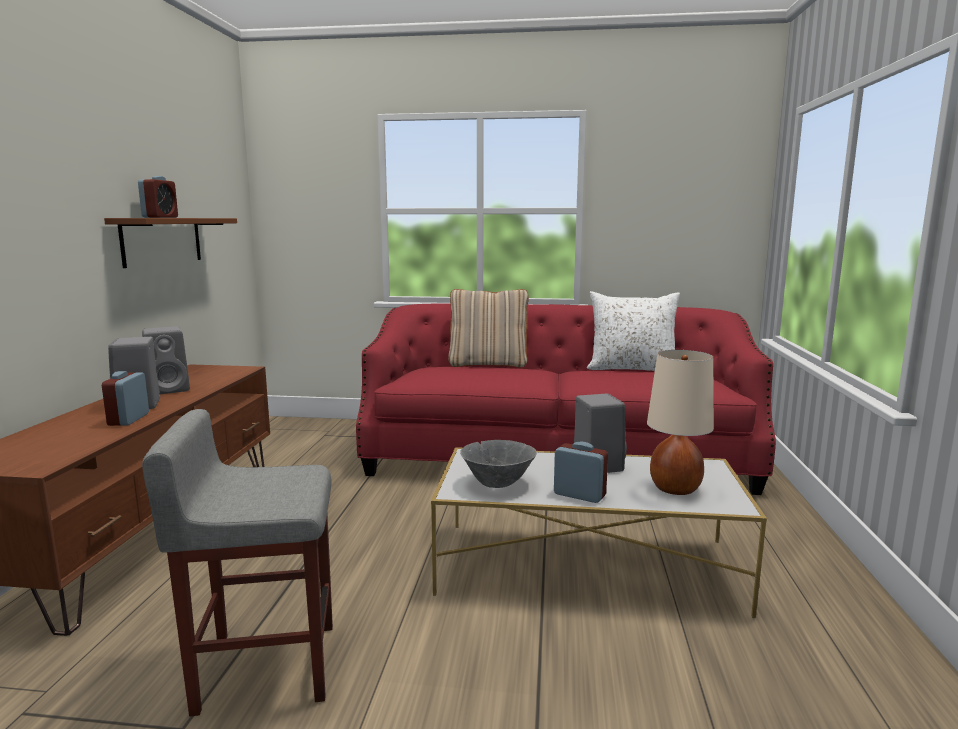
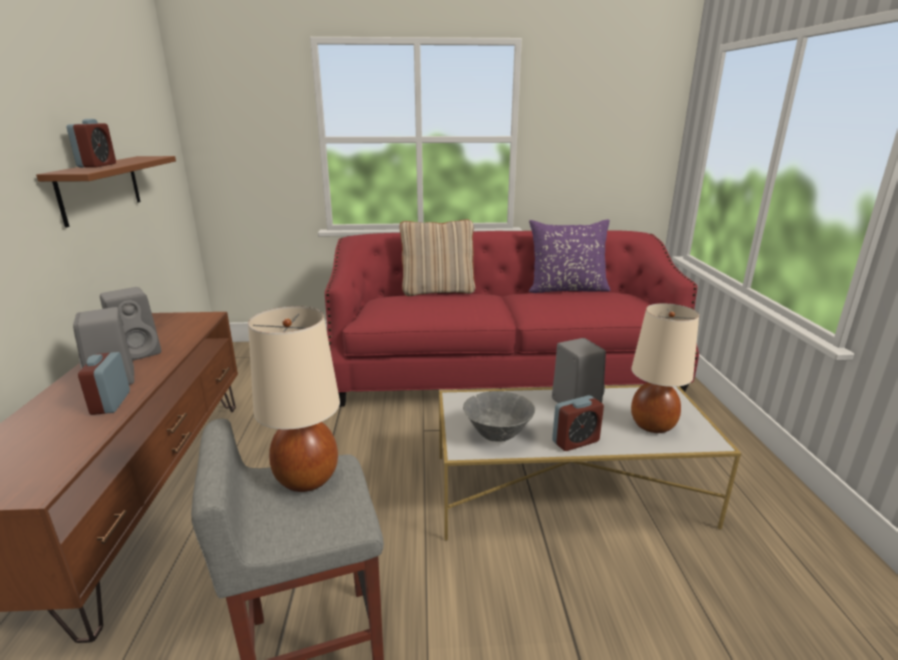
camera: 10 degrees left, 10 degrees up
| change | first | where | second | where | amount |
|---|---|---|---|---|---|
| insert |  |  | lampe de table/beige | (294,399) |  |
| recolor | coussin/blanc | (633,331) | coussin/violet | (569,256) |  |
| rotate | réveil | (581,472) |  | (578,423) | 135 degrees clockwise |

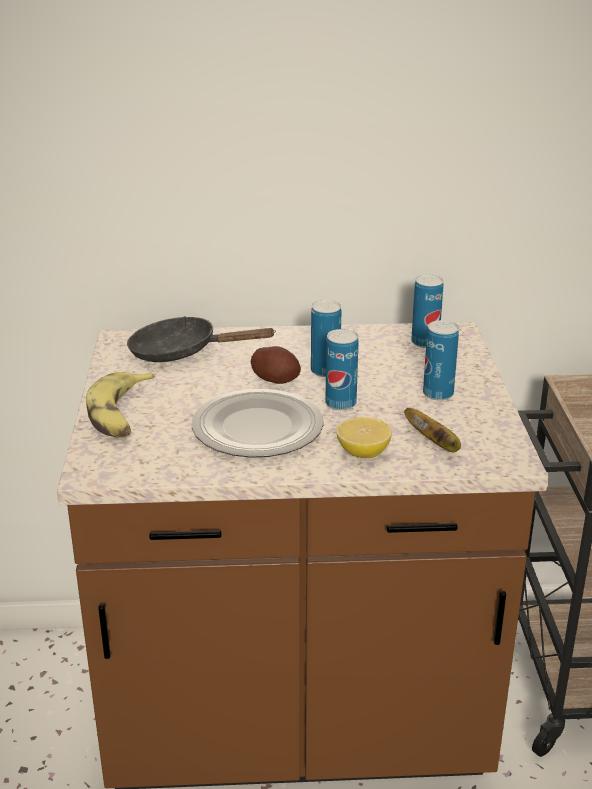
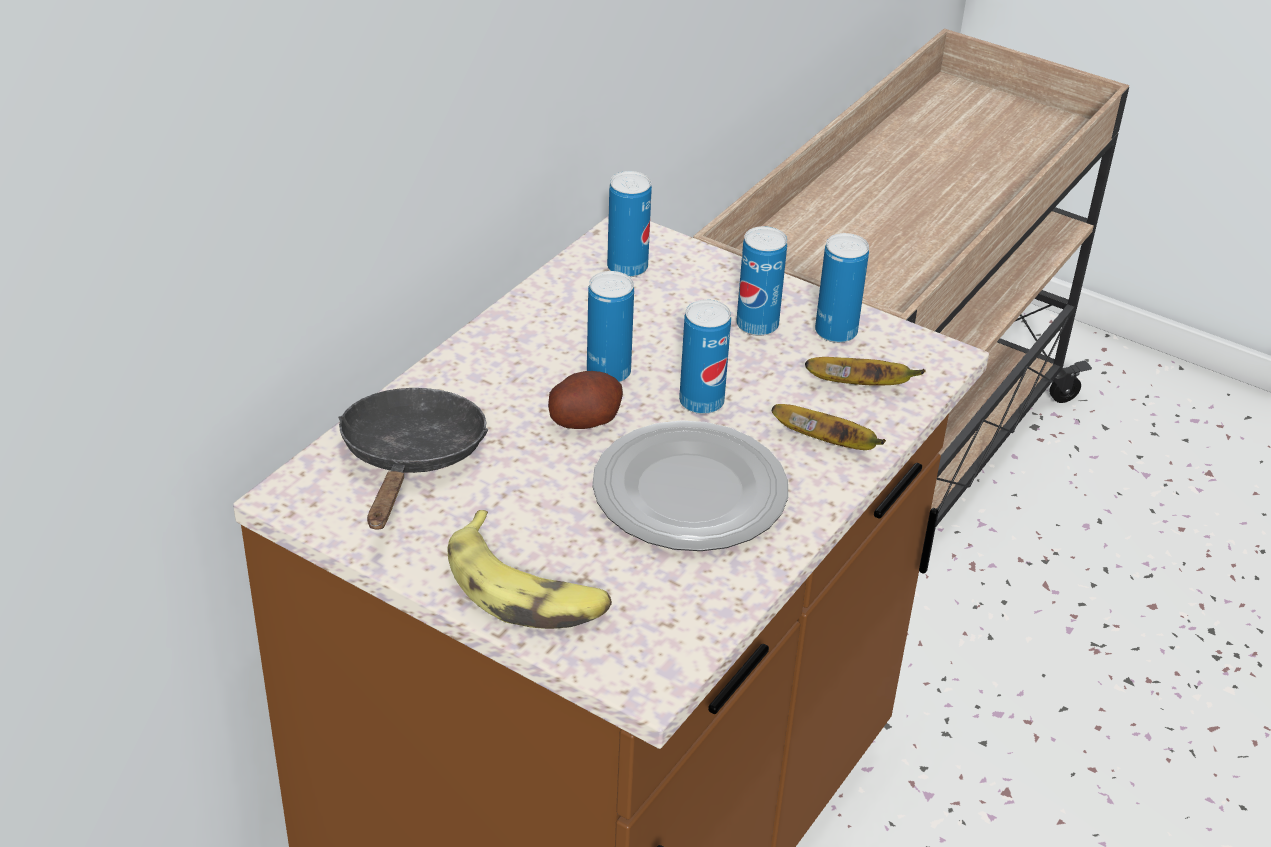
camera: 55 degrees left, 10 degrees up
| change | first | where | second | where | amount |
|---|---|---|---|---|---|
| insert |  |  | boîte métallique | (842,288) |  |
| replace | citron | (364,437) | banane | (829,427) |  |
| rotate | poêle/noir | (201,339) |  | (413,459) | 135 degrees clockwise |

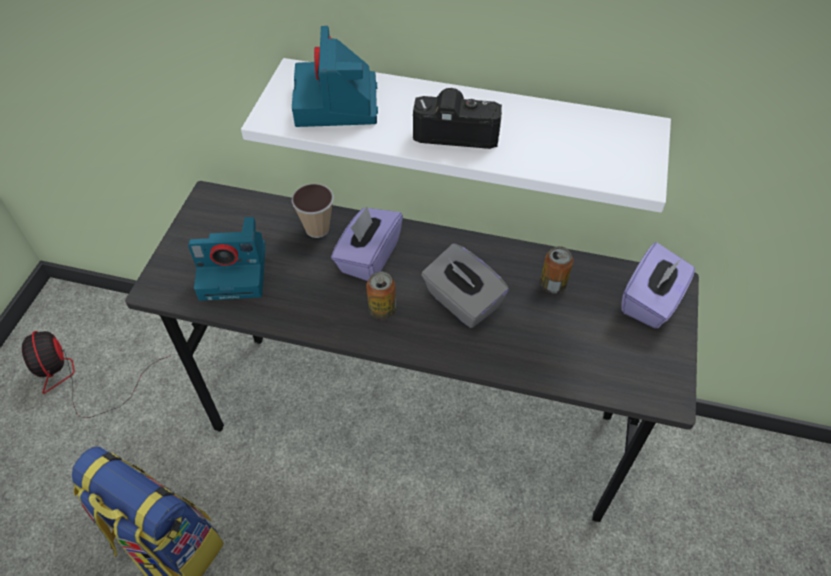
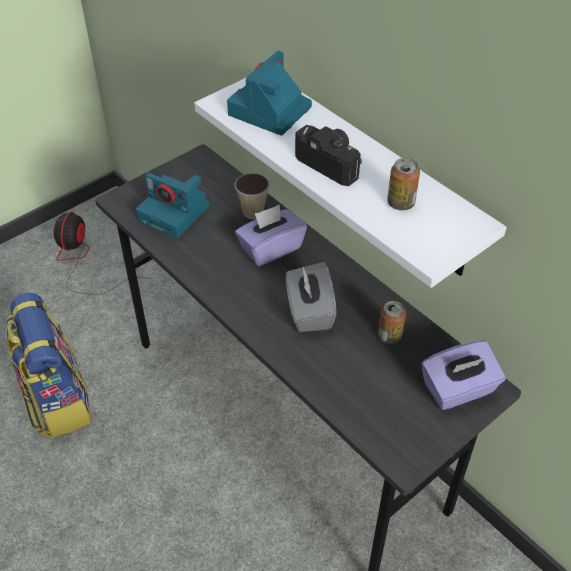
camera: 35 degrees right, 5 degrees down
| change | first | where | second | where | amount |
|---|---|---|---|---|---|
| move | boîte métallique | (381,295) |  | (403,184) |  |

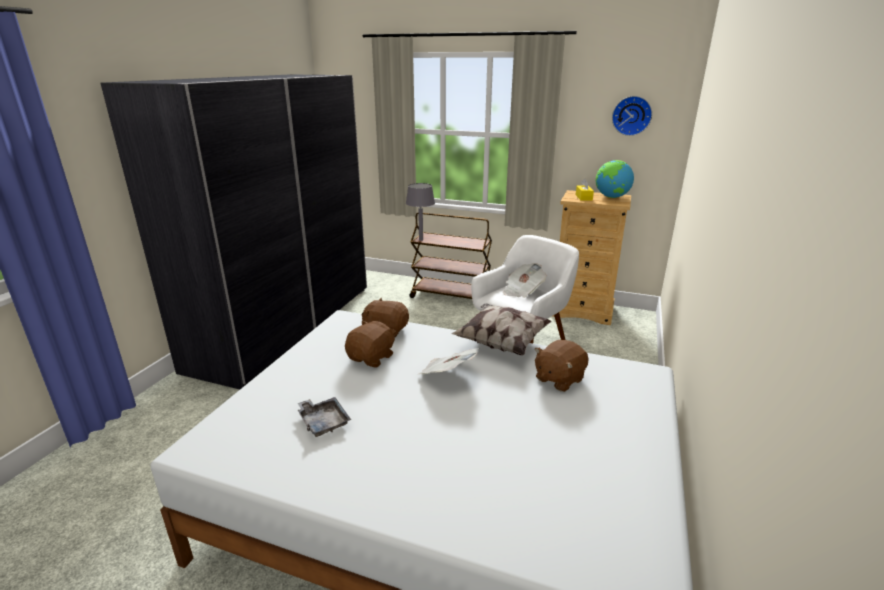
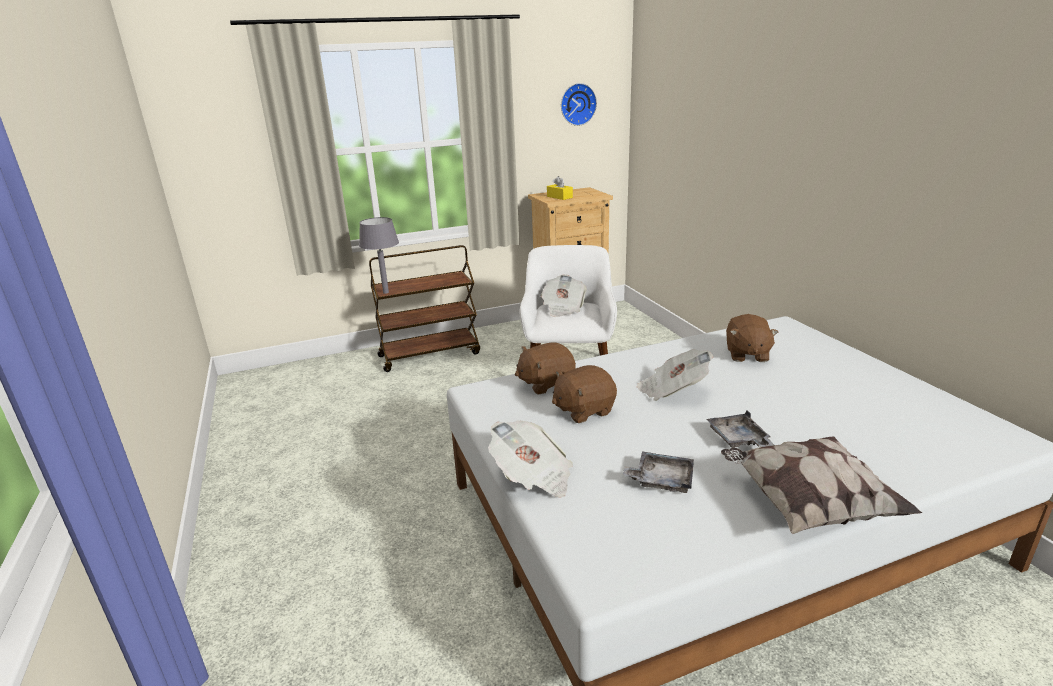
camera: 40 degrees left, 0 degrees up
| change | first | where | second | where | amount |
|---|---|---|---|---|---|
| delete | armoire/gris | (233,231) |  |  |  |
| delete | globe | (615,179) |  |  |  |
| insert |  |  | journal | (530,459) |  |
| insert |  |  | plateau/gris | (740,429) |  |
| move | coussin | (501,329) |  | (821,485) |  |
| rotate | peluche/marron | (370,344) |  | (584,394) | 105 degrees counterclockwise |

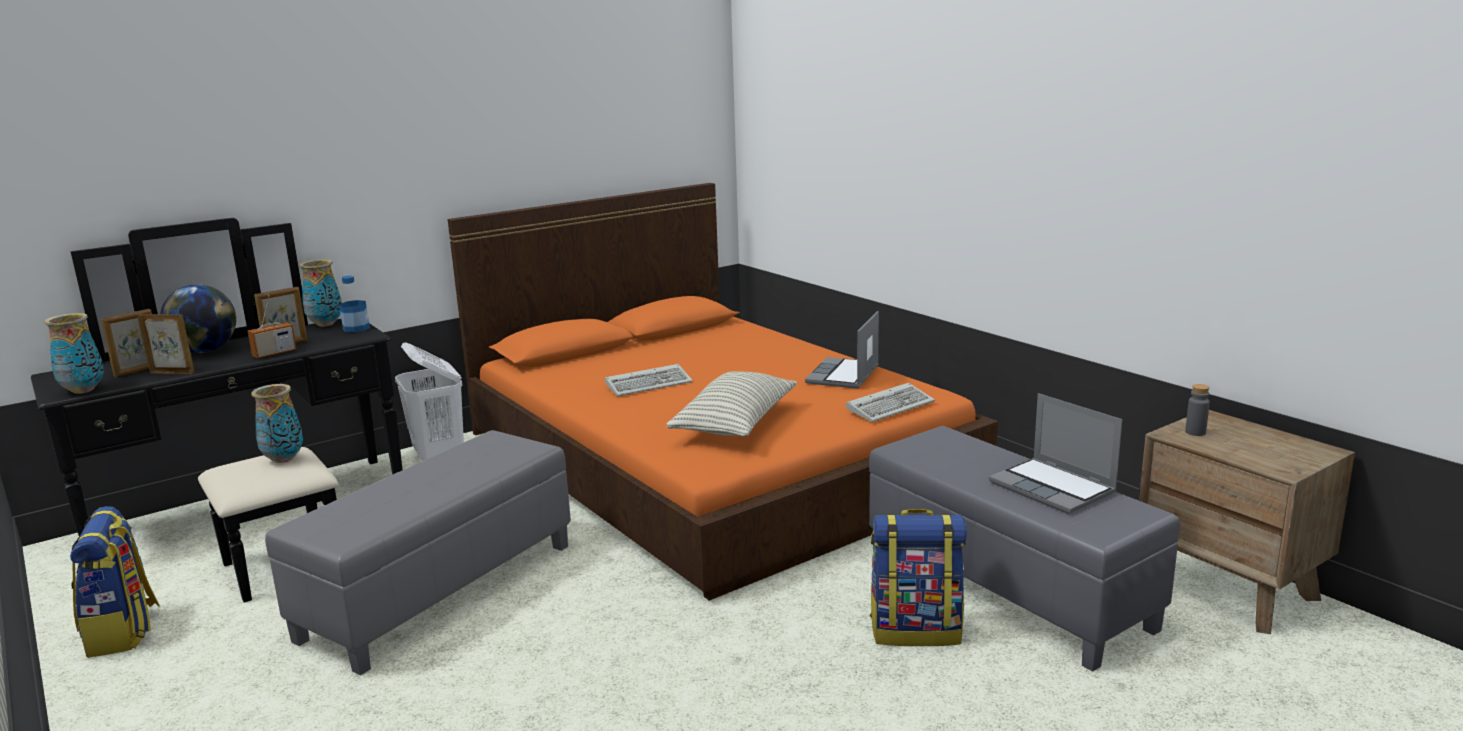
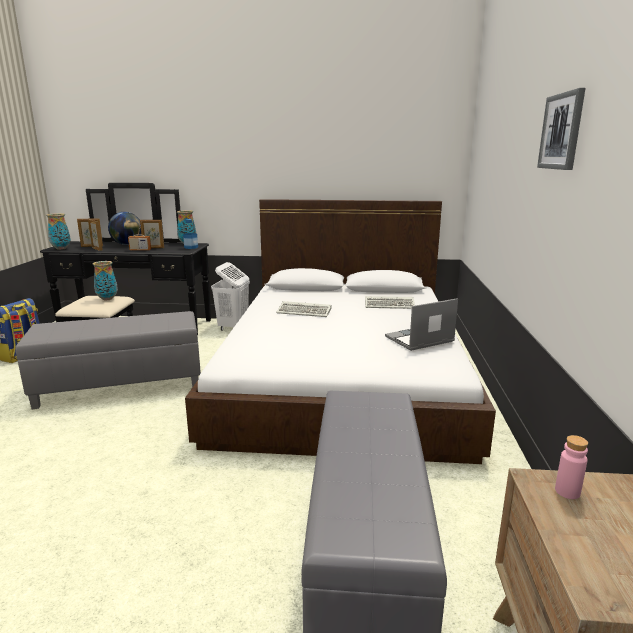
camera: 40 degrees right, 0 degrees up
| change | first | where | second | where | amount |
|---|---|---|---|---|---|
| delete | coussin | (732,404) |  |  |  |
| delete | sac à dos | (918,577) |  |  |  |
| delete | ordinateur portable | (1055,453) |  |  |  |
| insert |  |  | tableau | (561,129) |  |
| move | clavier | (890,402) |  | (390,302) |  |
| recolor | lit/orange | (723,392) | lit/blanc | (340,331) |  |
| recolor | bouteille/gris | (1197,410) | bouteille/rose | (571,467) |  |

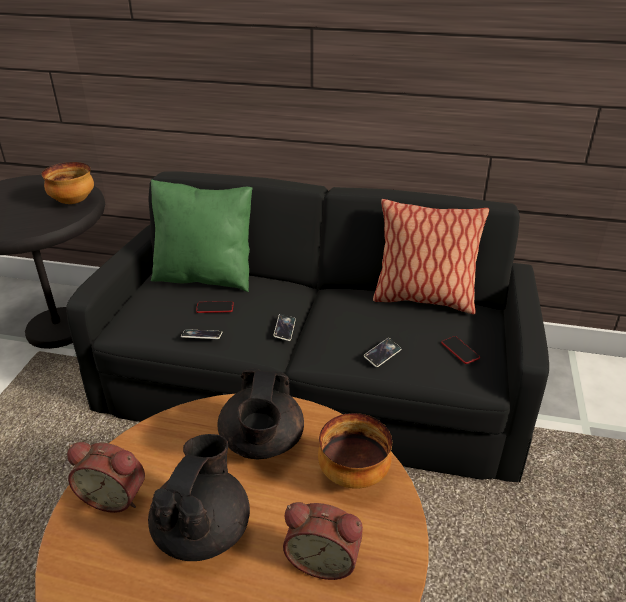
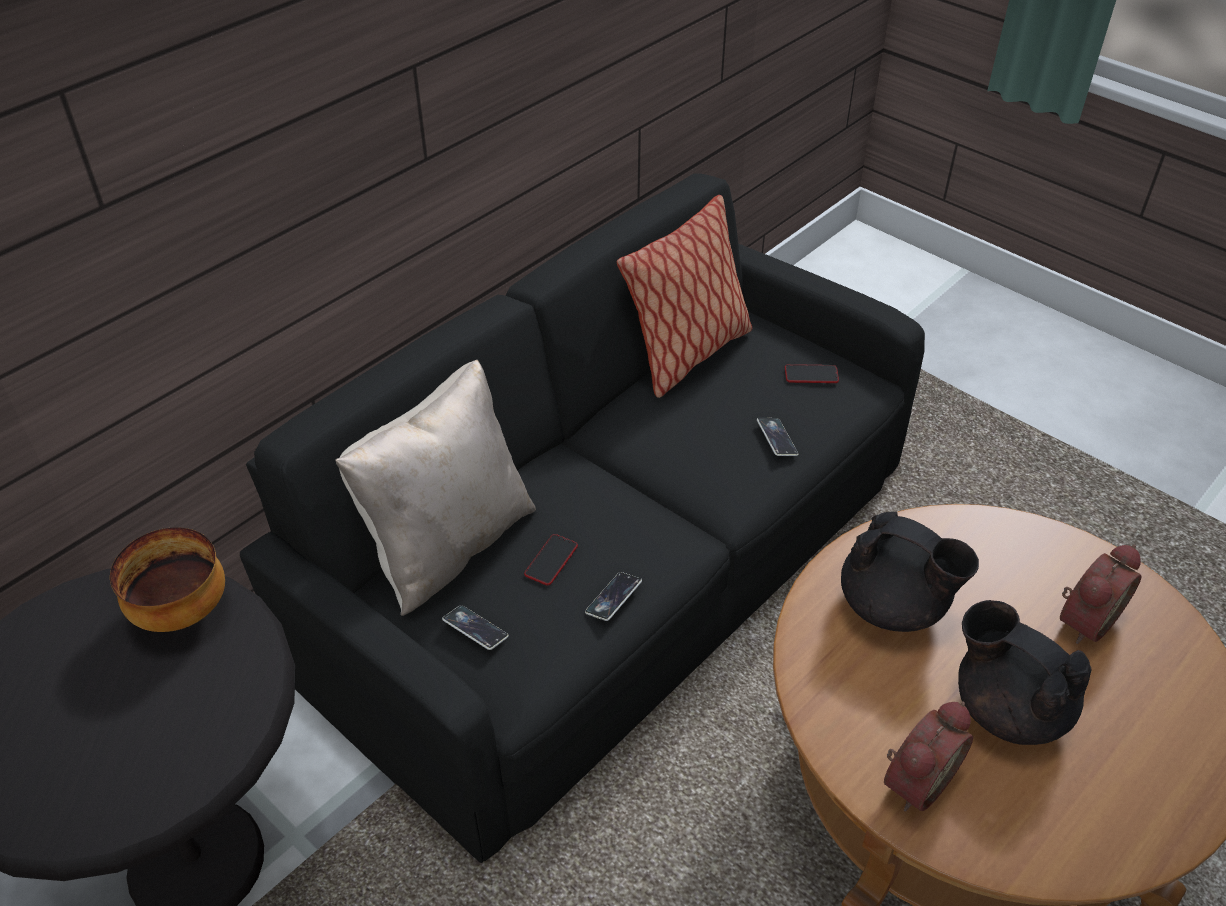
camera: 60 degrees left, 10 degrees up
| change | first | where | second | where | amount |
|---|---|---|---|---|---|
| delete | bol | (355,451) |  |  |  |
| move | téléphone | (284,327) |  | (475,627) |  |
| recolor | coussin/vert | (202,235) | coussin/beige | (435,488) |  |

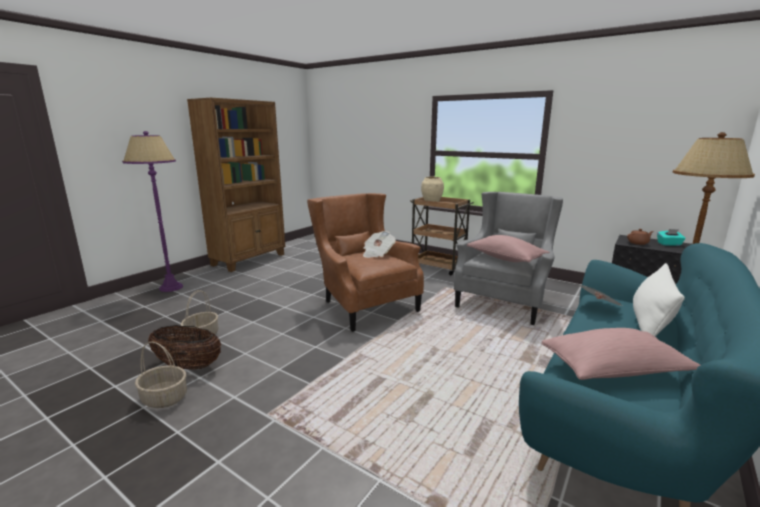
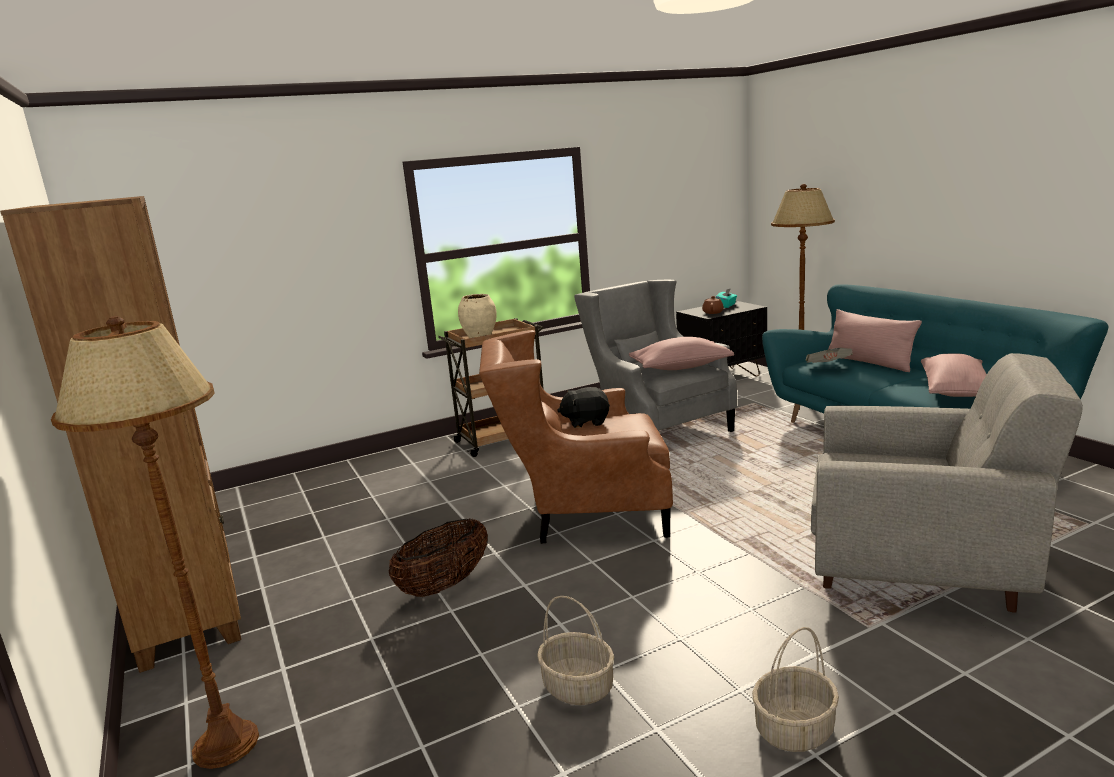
camera: 60 degrees left, 0 degrees up
| change | first | where | second | where | amount |
|---|---|---|---|---|---|
| insert |  |  | fauteuil/gris | (947,483) |  |
| move | panier | (184,347) |  | (438,558) |  |
| replace | journal | (379,244) | peluche/noir | (583,407) |  |
| recolor | lampadaire/violet | (152,211) | lampadaire/marron | (155,542) |  |
| recolor | coussin/blanc | (659,300) | coussin/rose | (875,340) |  |

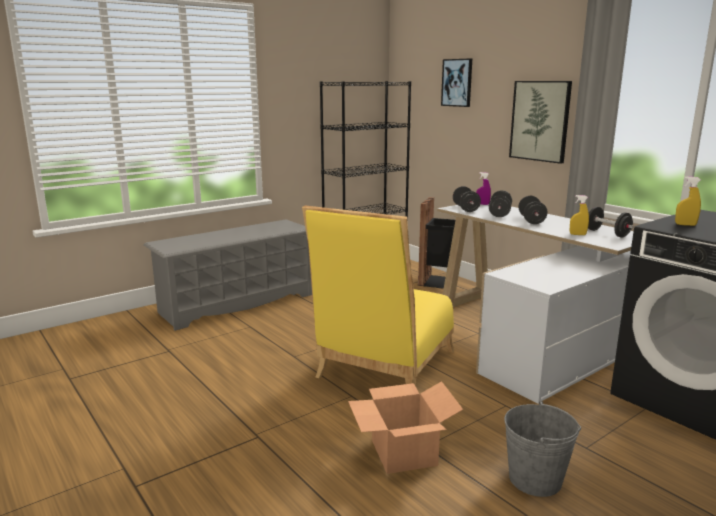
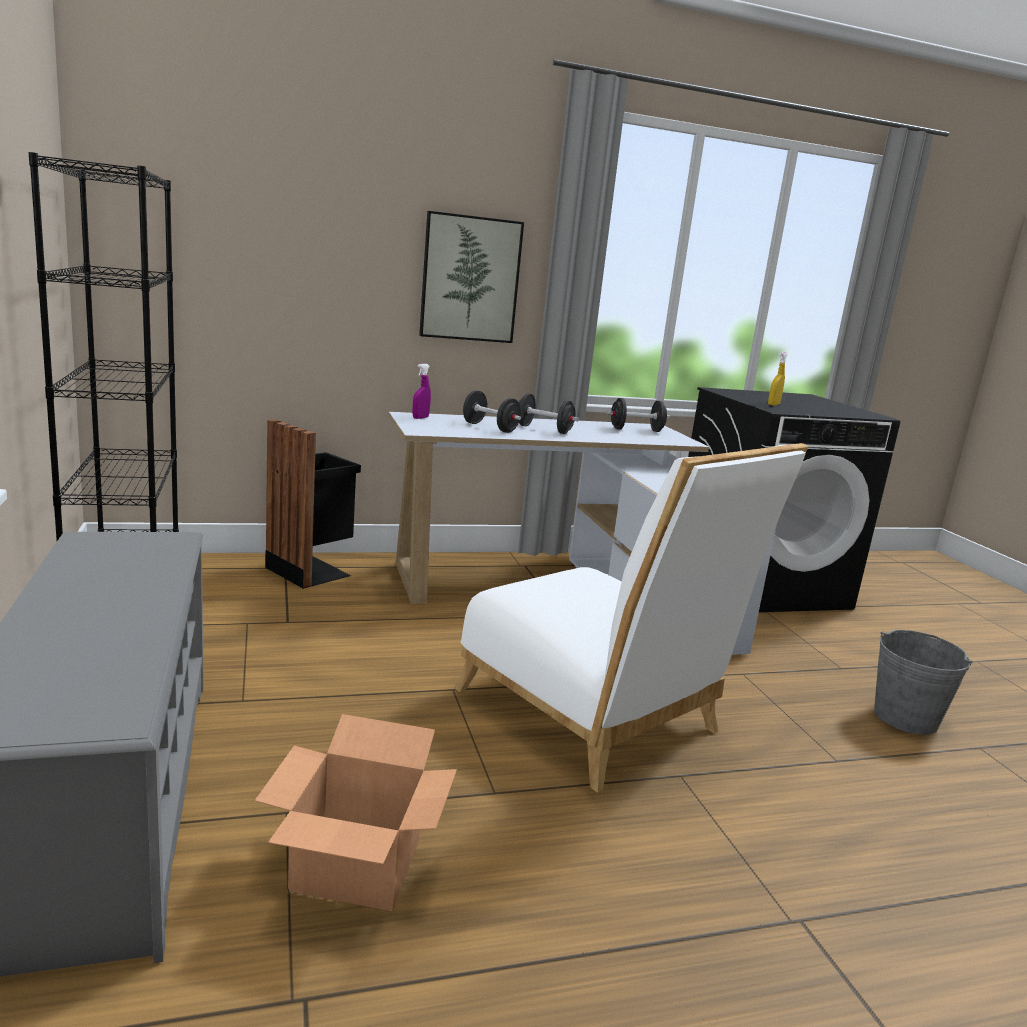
camera: 70 degrees left, 0 degrees up
| change | first | where | second | where | amount |
|---|---|---|---|---|---|
| delete | tableau | (456,83) |  |  |  |
| delete | haltère/noir | (467,199) |  |  |  |
| delete | vaporisateur/jaune | (579,215) |  |  |  |
| move | carton | (405,427) |  | (356,812) |  |
| recolor | chaise/jaune | (378,295) | chaise/blanc | (631,617) |  |

